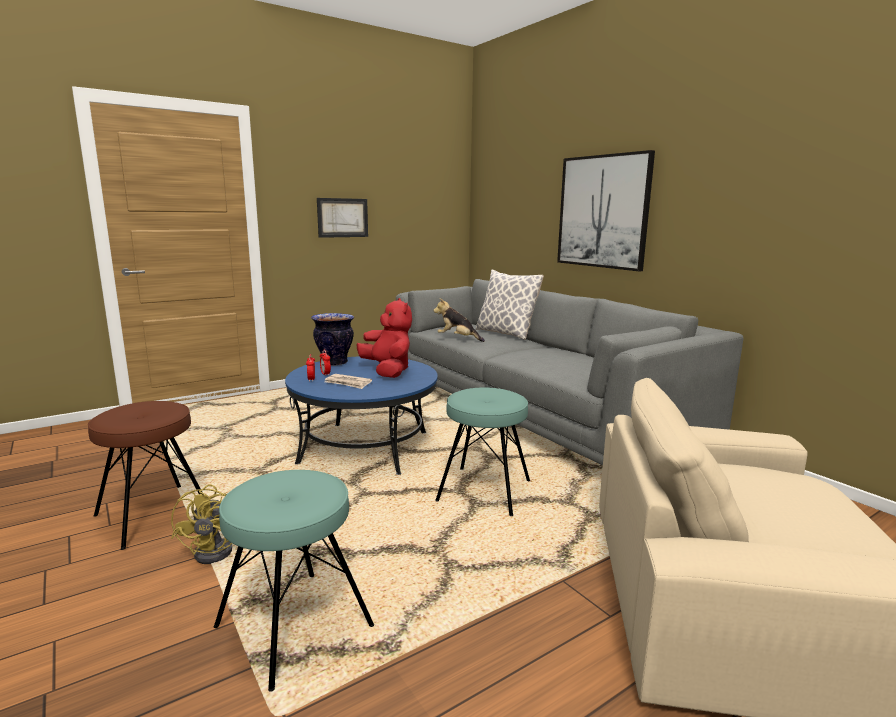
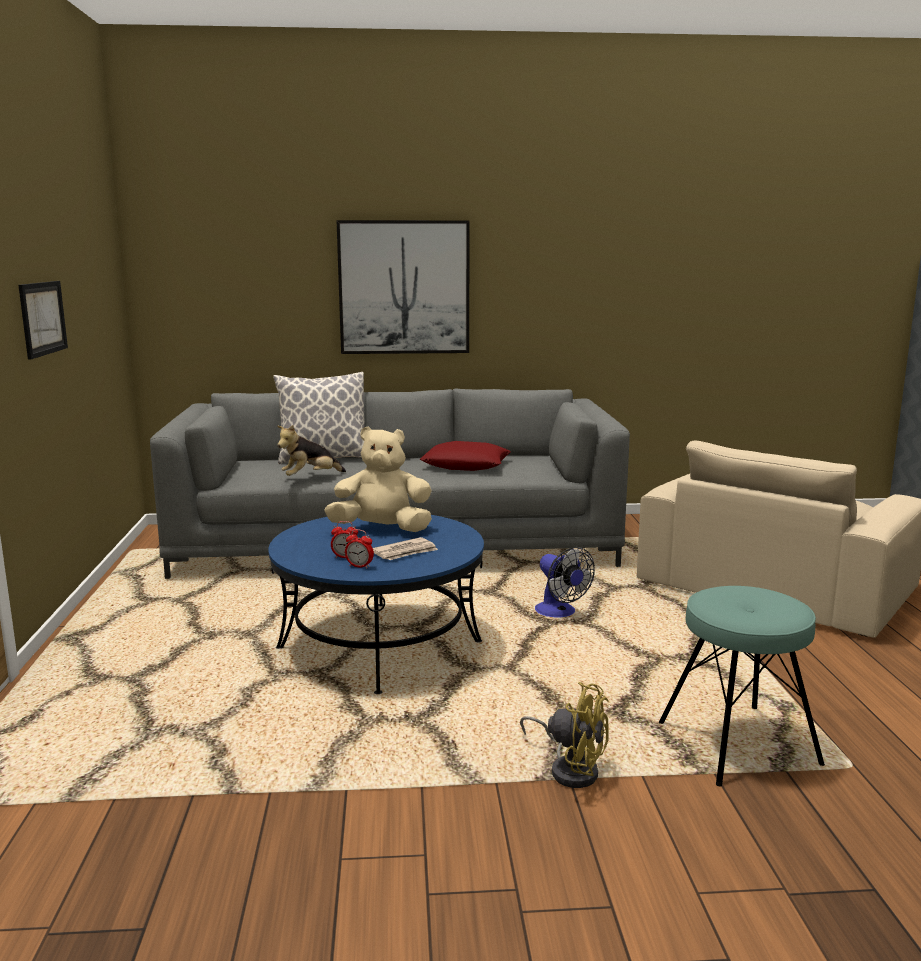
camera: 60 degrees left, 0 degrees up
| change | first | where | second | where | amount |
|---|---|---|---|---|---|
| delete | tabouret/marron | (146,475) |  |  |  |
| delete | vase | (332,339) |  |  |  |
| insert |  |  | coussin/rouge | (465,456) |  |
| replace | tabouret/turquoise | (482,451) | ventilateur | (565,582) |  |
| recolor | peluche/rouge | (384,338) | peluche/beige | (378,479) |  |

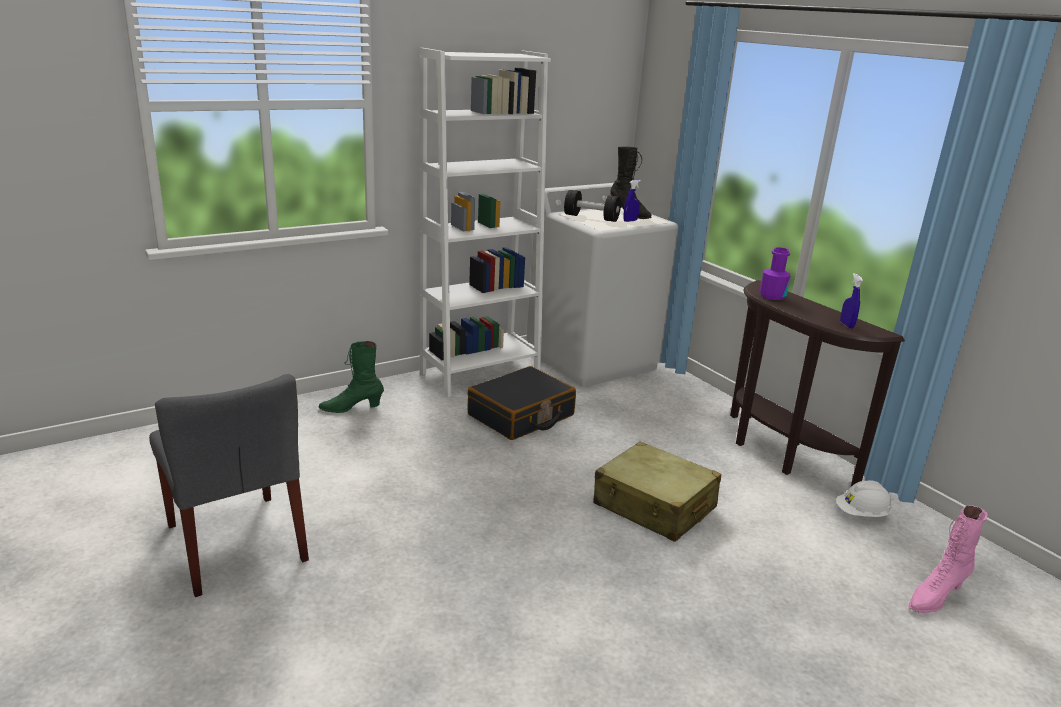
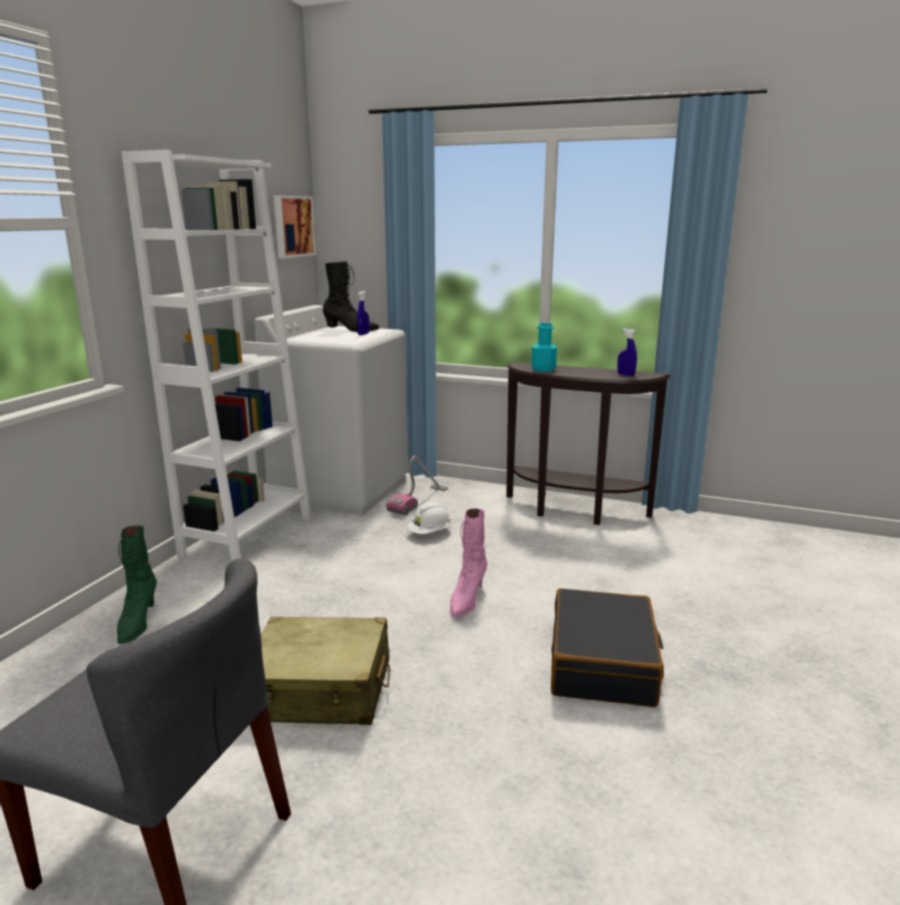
camera: 35 degrees left, 5 degrees down
| change | first | where | second | where | amount |
|---|---|---|---|---|---|
| delete | haltère/noir | (592,206) |  |  |  |
| insert |  |  | tableau | (294,227) |  |
| insert |  |  | aspirateur | (417,485) |  |
| move | valise/noir | (521,403) |  | (607,647) |  |
| move | valise/beige | (657,491) |  | (325,671) |  |
| move | casque de chantier/blanc | (864,498) |  | (429,517) |  |
| move | botte/rose | (947,559) |  | (468,562) |  |
| recolor | bouteille/violet | (775,273) | bouteille/turquoise | (544,347) |  |
| rotate | botte/vert | (351,377) |  | (137,584) | 45 degrees counterclockwise |

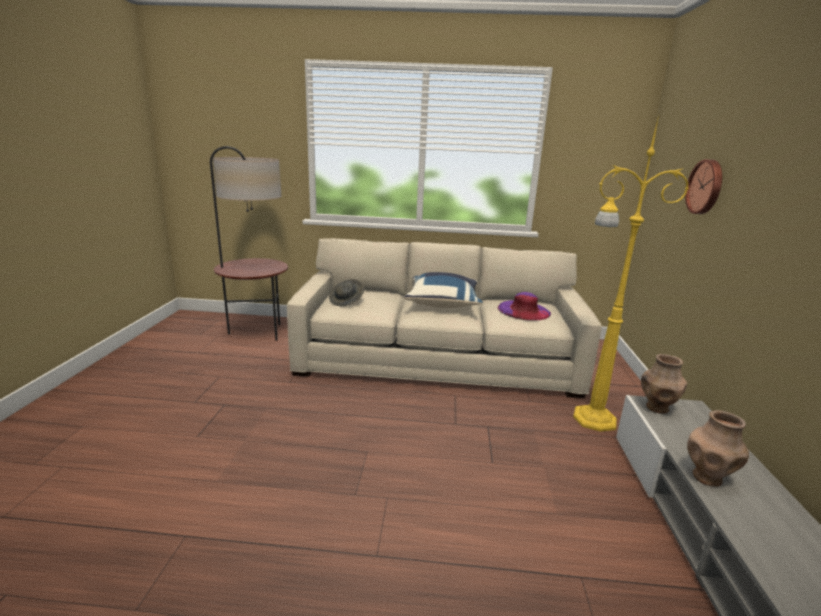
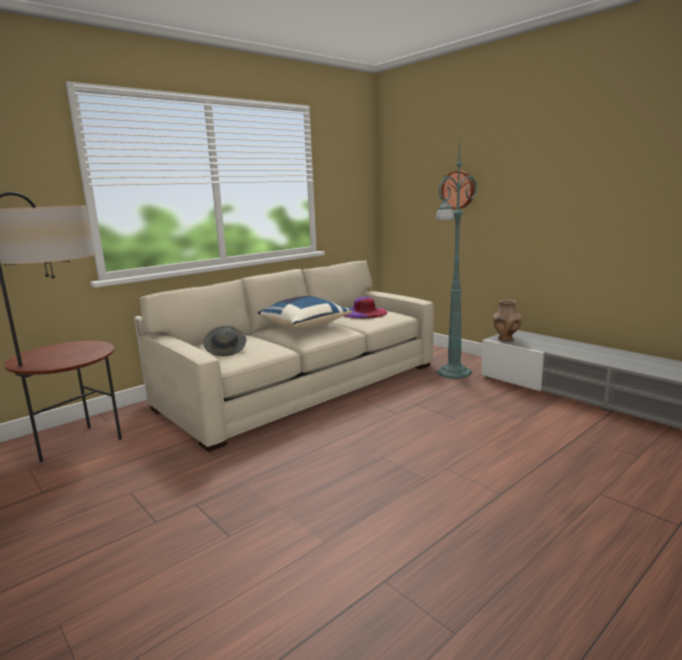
camera: 45 degrees left, 5 degrees down
| change | first | where | second | where | amount |
|---|---|---|---|---|---|
| delete | vase/marron | (718,448) |  |  |  |
| recolor | lampadaire/jaune | (631,273) | lampadaire/vert | (456,259) |  |

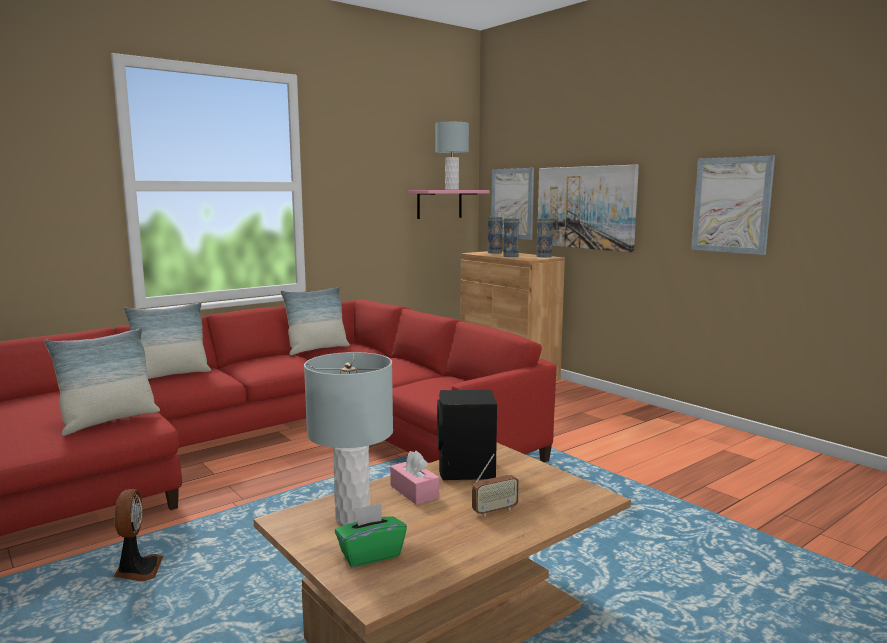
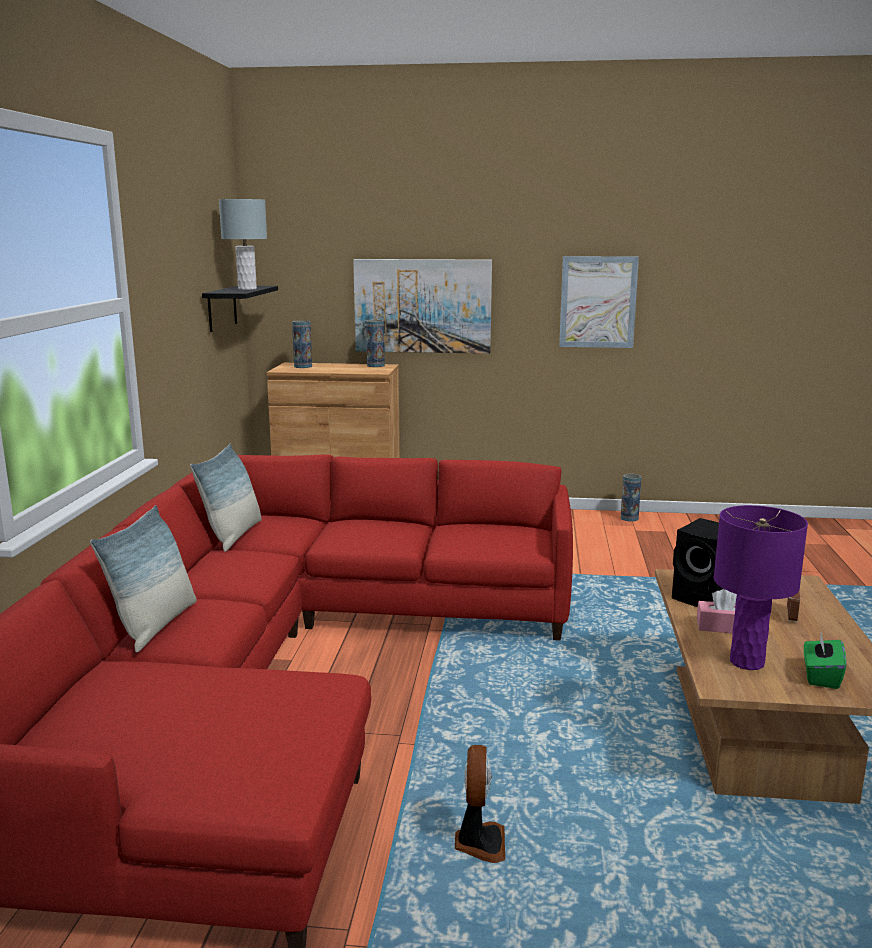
camera: 45 degrees left, 5 degrees up
| change | first | where | second | where | amount |
|---|---|---|---|---|---|
| delete | coussin | (102,382) |  |  |  |
| delete | tableau | (512,204) |  |  |  |
| move | vase | (511,237) |  | (631,498) |  |
| recolor | lampe de table/gris | (348,439) | lampe de table/violet | (761,587) |  |
| recolor | étagère/rose | (449,204) | étagère/noir | (240,309) |  |
| rotate | ventilateur | (138,535) |  | (480,804) | 60 degrees clockwise |

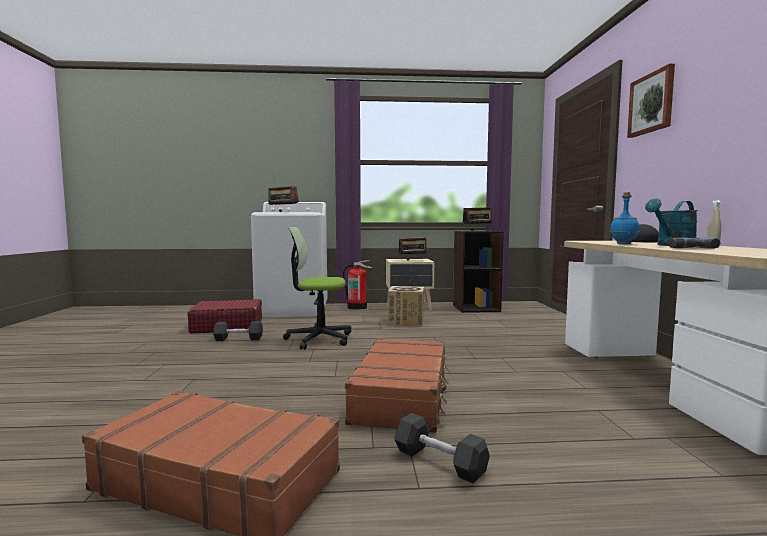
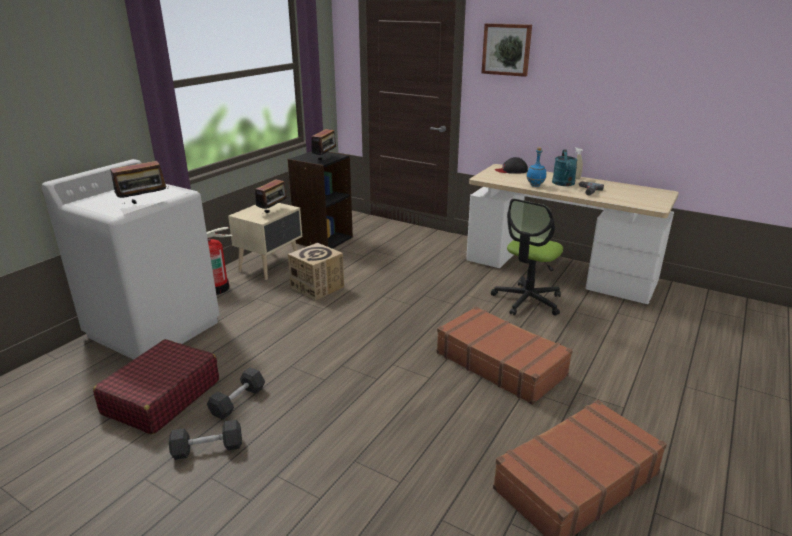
camera: 55 degrees left, 20 degrees up
| change | first | where | second | where | amount |
|---|---|---|---|---|---|
| move | chaise de bureau | (317,288) |  | (527,257) |  |
| move | haltère/gris | (442,448) |  | (205,440) |  |

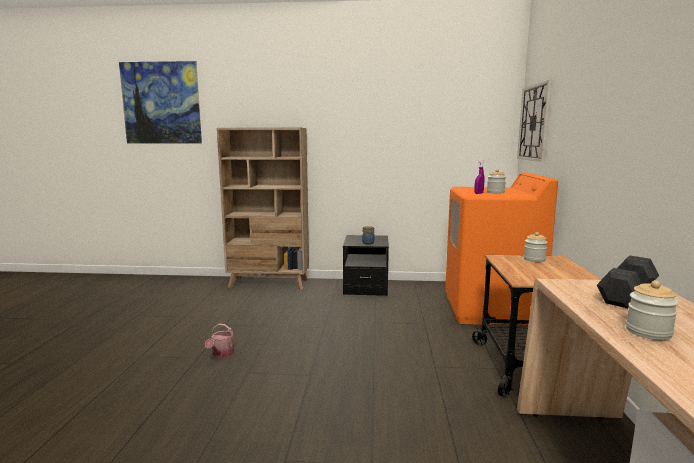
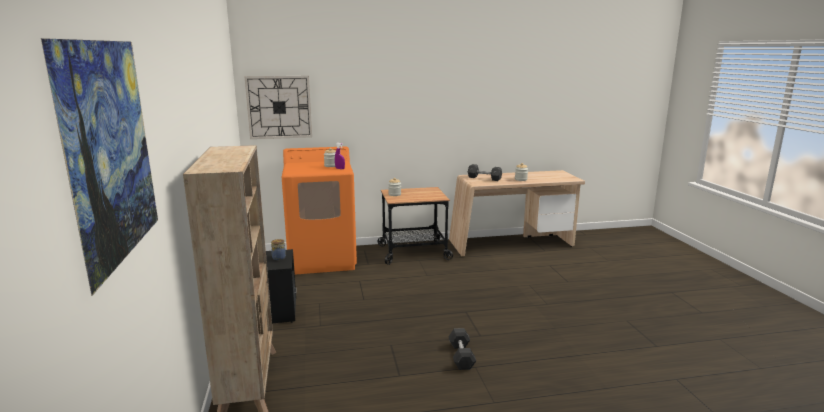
camera: 105 degrees left, 5 degrees up
| change | first | where | second | where | amount |
|---|---|---|---|---|---|
| replace | arrosoir | (219,341) | haltère/gris | (462,349) |  |

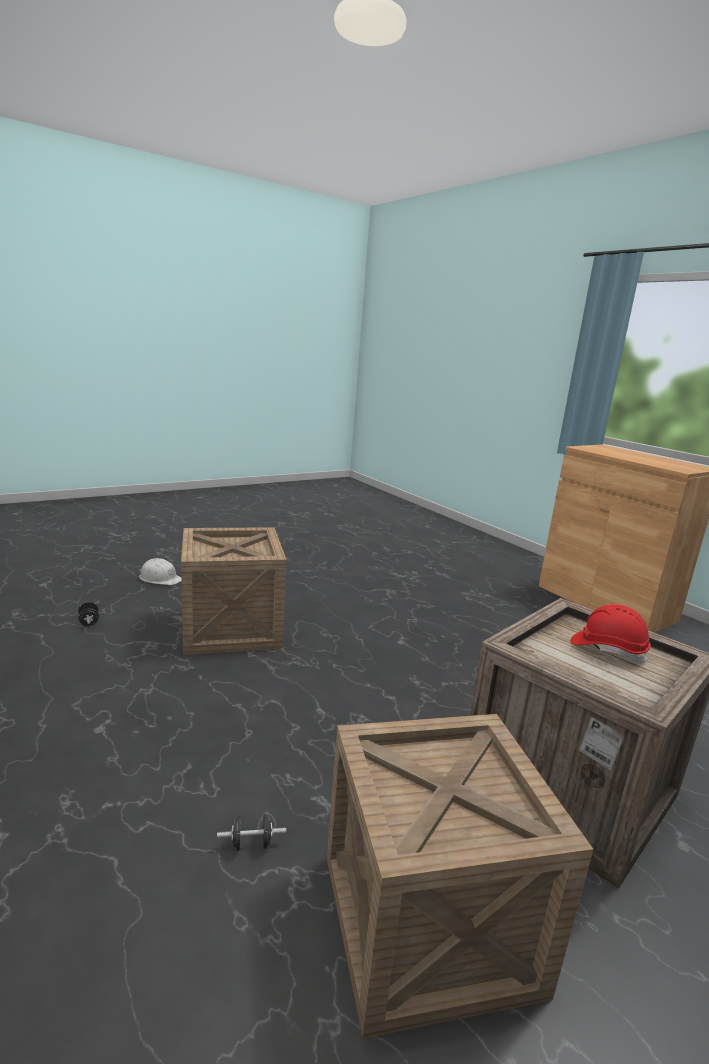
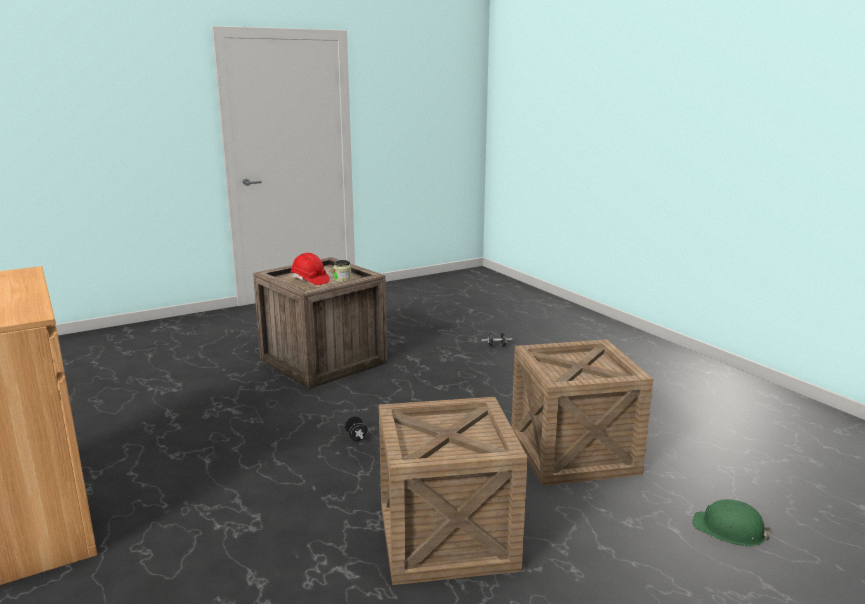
camera: 175 degrees left, 0 degrees up
| change | first | where | second | where | amount |
|---|---|---|---|---|---|
| insert |  |  | bocal | (342,271) |  |
| move | haltère/noir | (88,614) |  | (356,428) |  |
| move | caisse | (460,876) |  | (453,491) |  |
| recolor | casque de chantier/blanc | (160,571) | casque de chantier/vert | (732,523) |  |

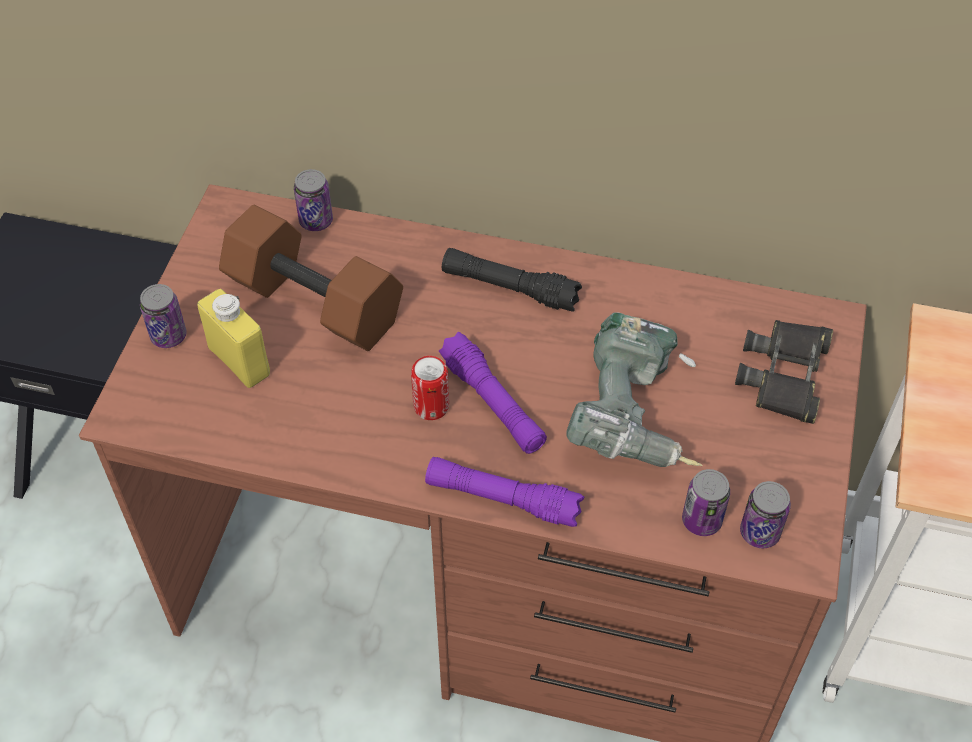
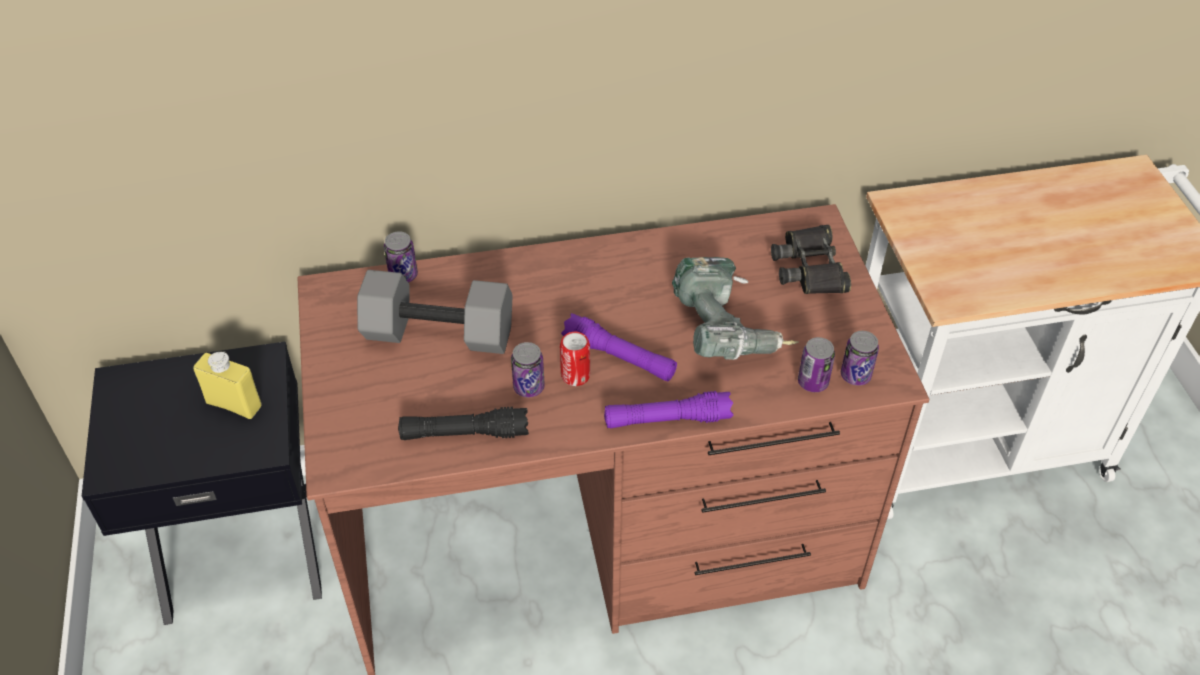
camera: 25 degrees left, 5 degrees down
| change | first | where | second | where | amount |
|---|---|---|---|---|---|
| move | boîte métallique | (163,316) |  | (528,369) |  |
| move | bouteille/jaune | (233,338) |  | (227,385) |  |
| move | lampe de poche/noir | (512,280) |  | (463,423) |  |
| recolor | haltère/marron | (311,277) | haltère/gris | (434,312) |  |

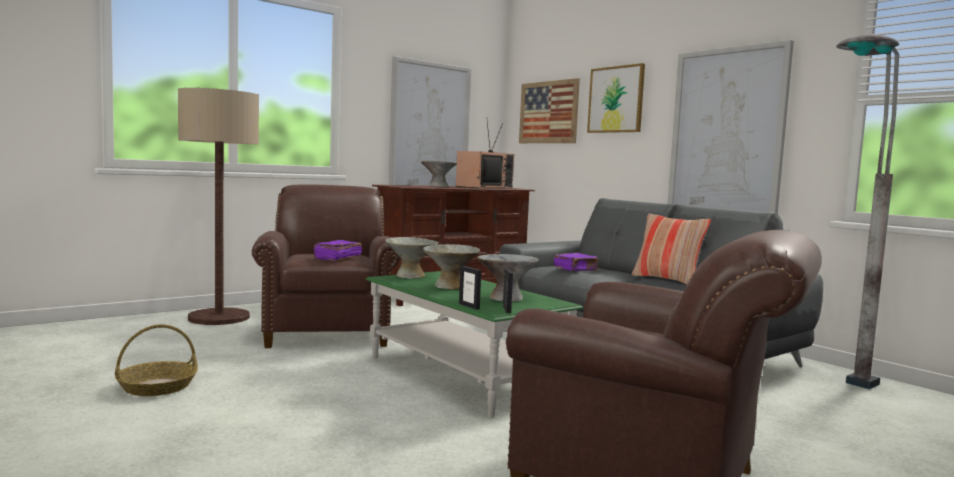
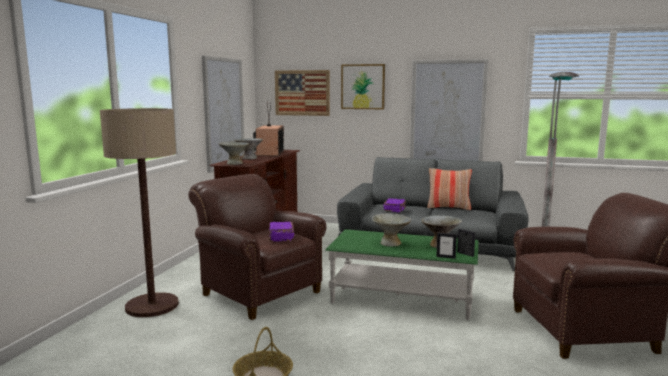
camera: 35 degrees left, 5 degrees up
| change | first | where | second | where | amount |
|---|---|---|---|---|---|
| move | bol/gris | (412,258) |  | (233,153) |  |

